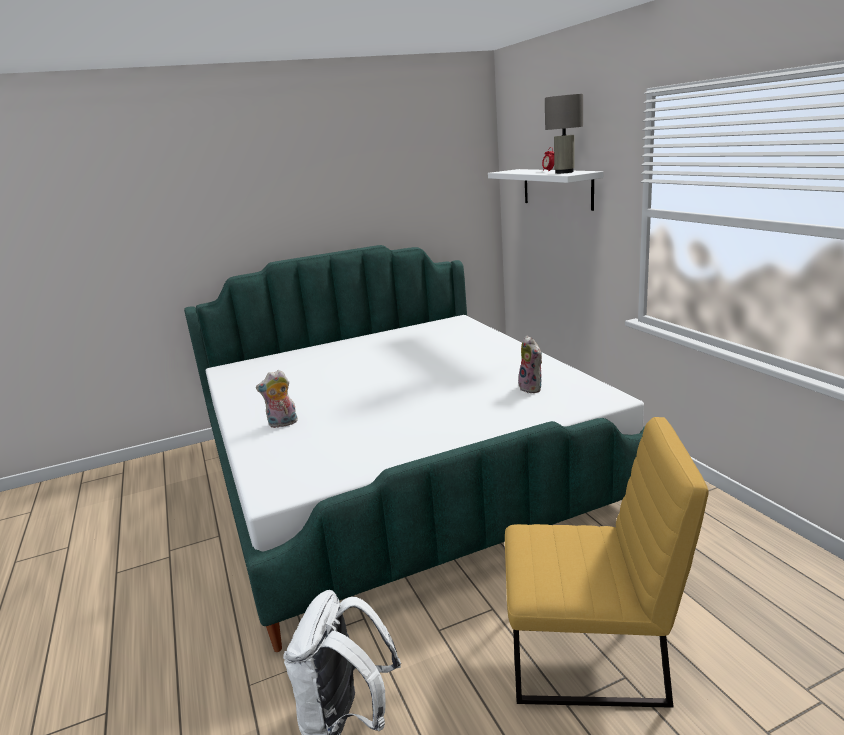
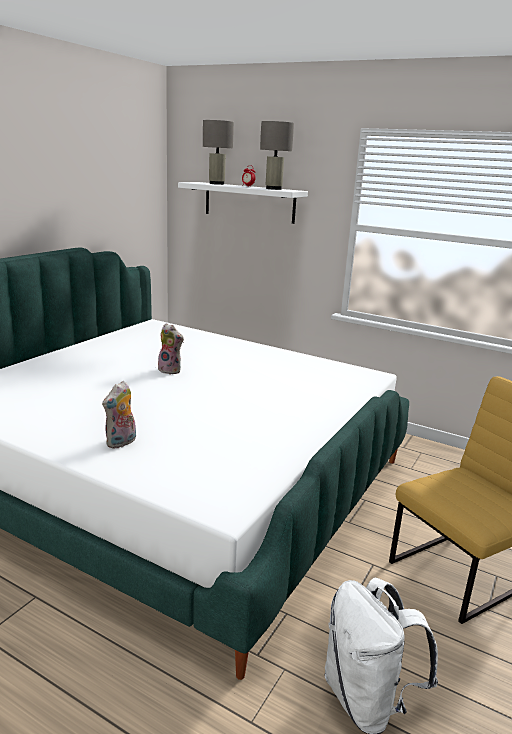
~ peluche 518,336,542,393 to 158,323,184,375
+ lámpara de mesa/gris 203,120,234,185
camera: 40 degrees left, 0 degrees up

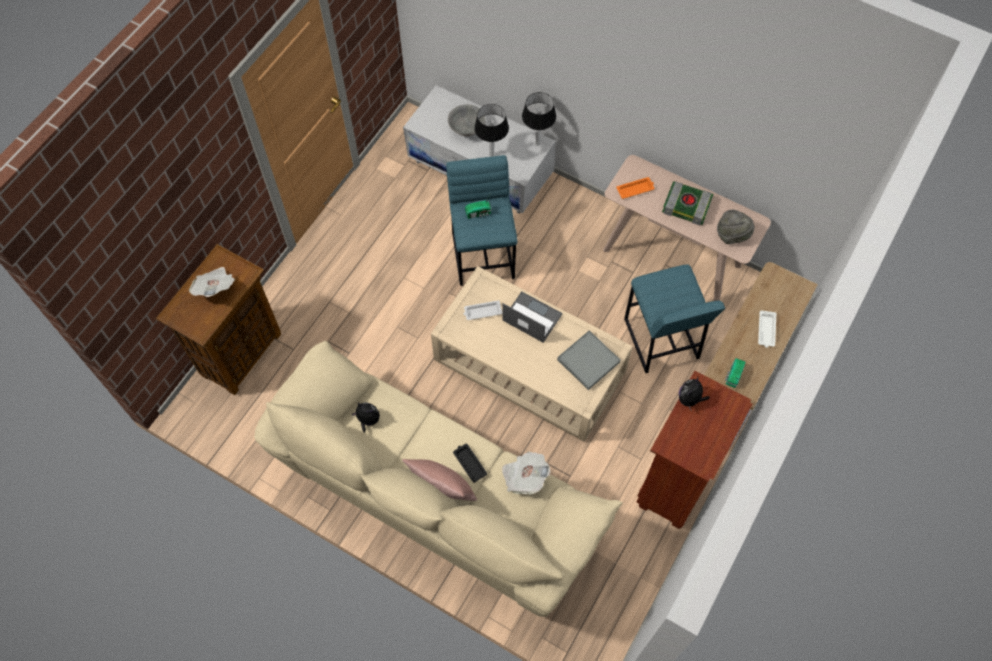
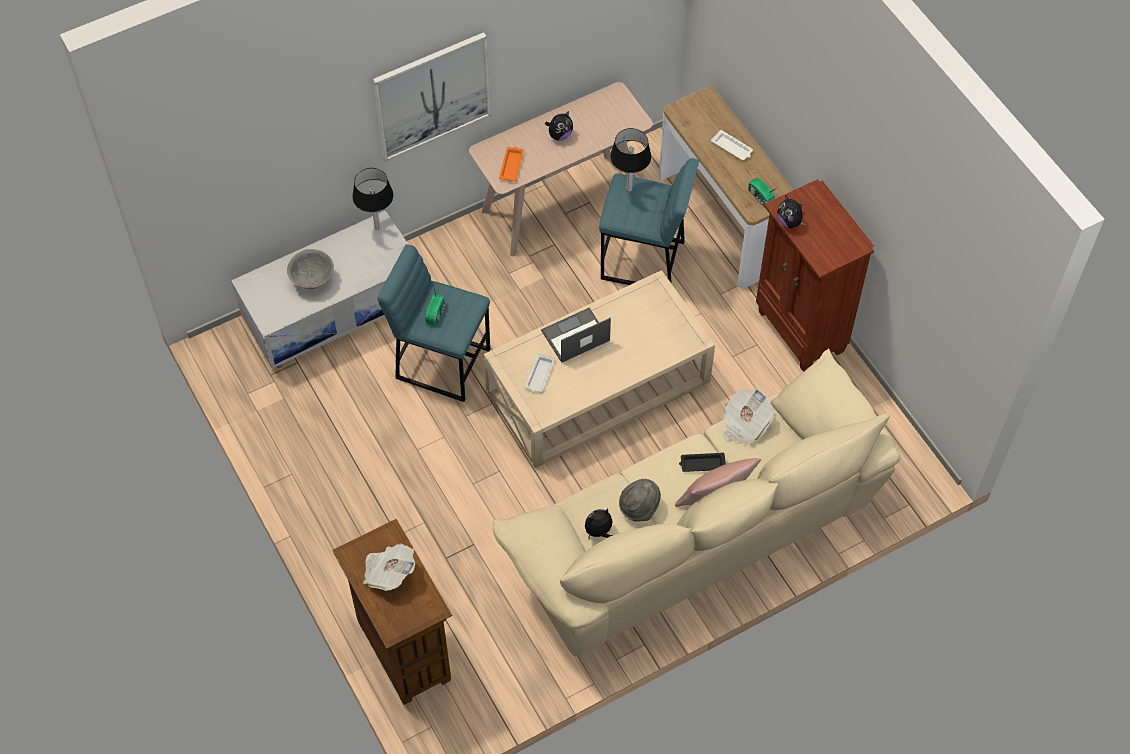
+ cuadro 372,32,491,162
~ libro 662,181,713,225 to peluche 545,111,573,141
~ lámpara de mesa 474,104,509,157 to 610,128,651,192
~ sombrero/gris 717,210,754,244 to 619,479,661,522
- bandeja/gris 557,330,621,390
camera: 60 degrees left, 5 degrees down

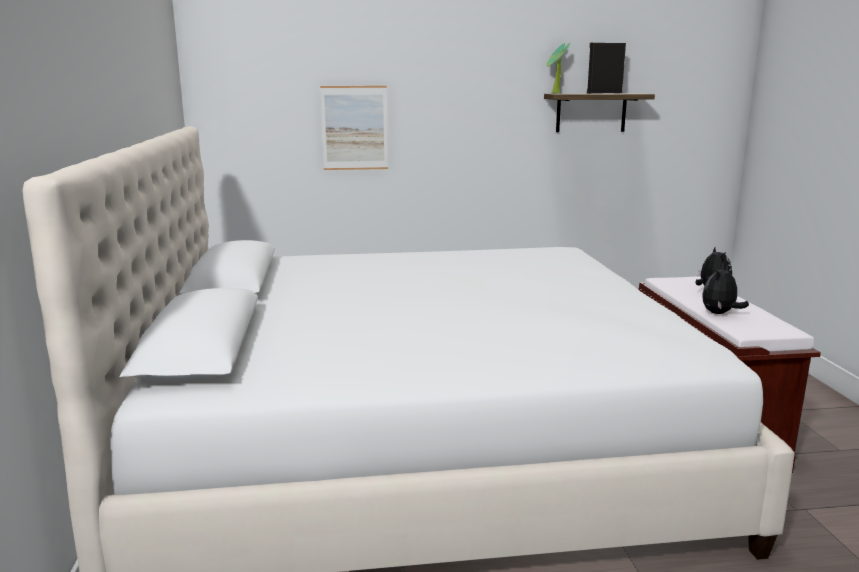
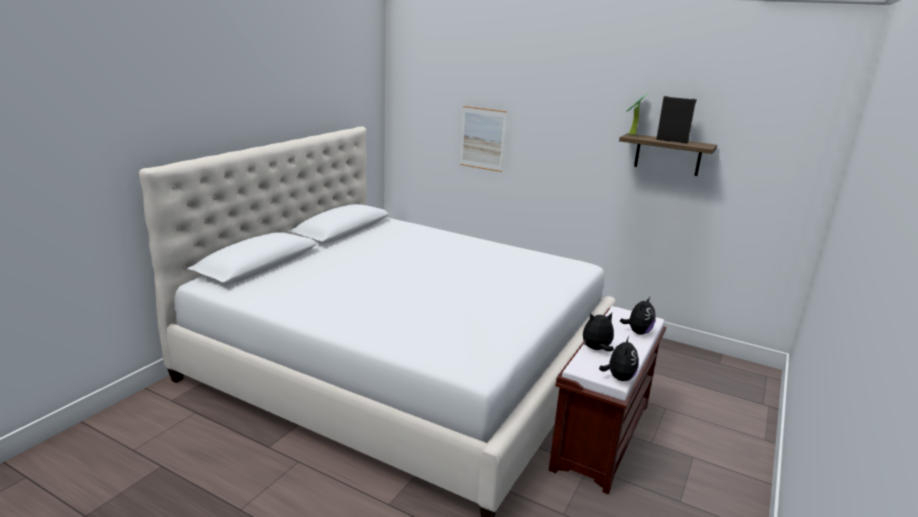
+ peluche 599,336,639,381
camera: 35 degrees right, 5 degrees up

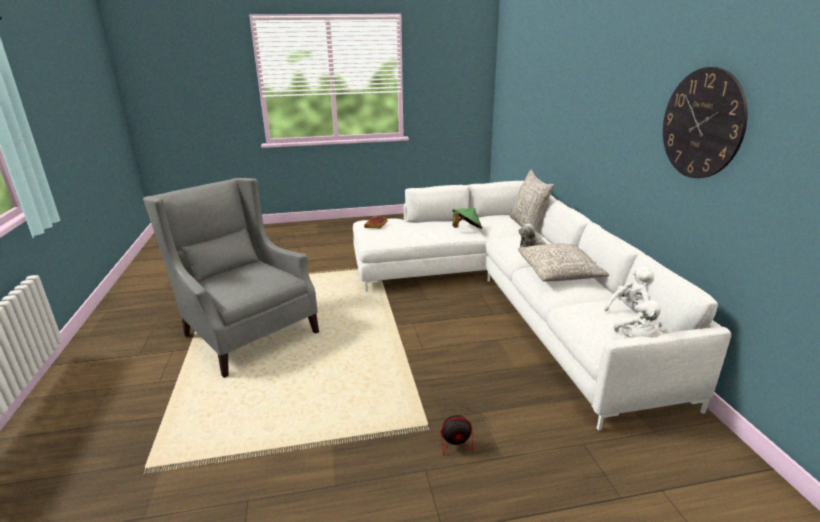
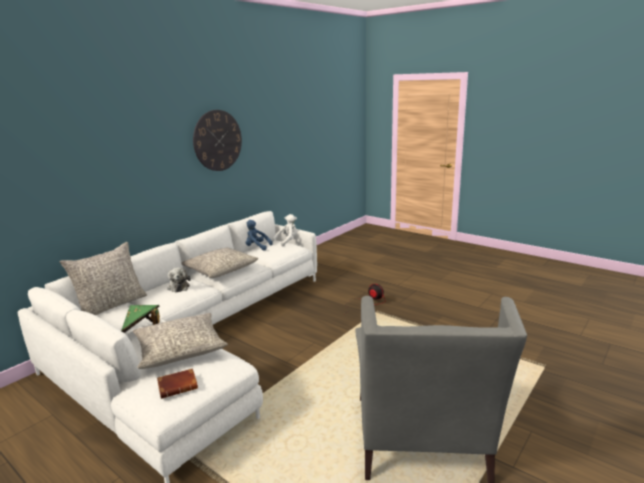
+ cojín/gris 133,313,228,369
~ peluche/blanco 604,266,652,325 to peluche/azul 246,220,273,250
camera: 130 degrees left, 5 degrees down

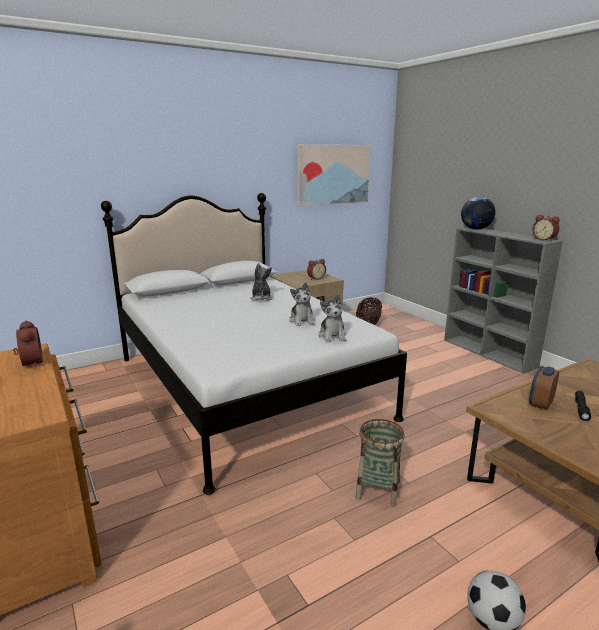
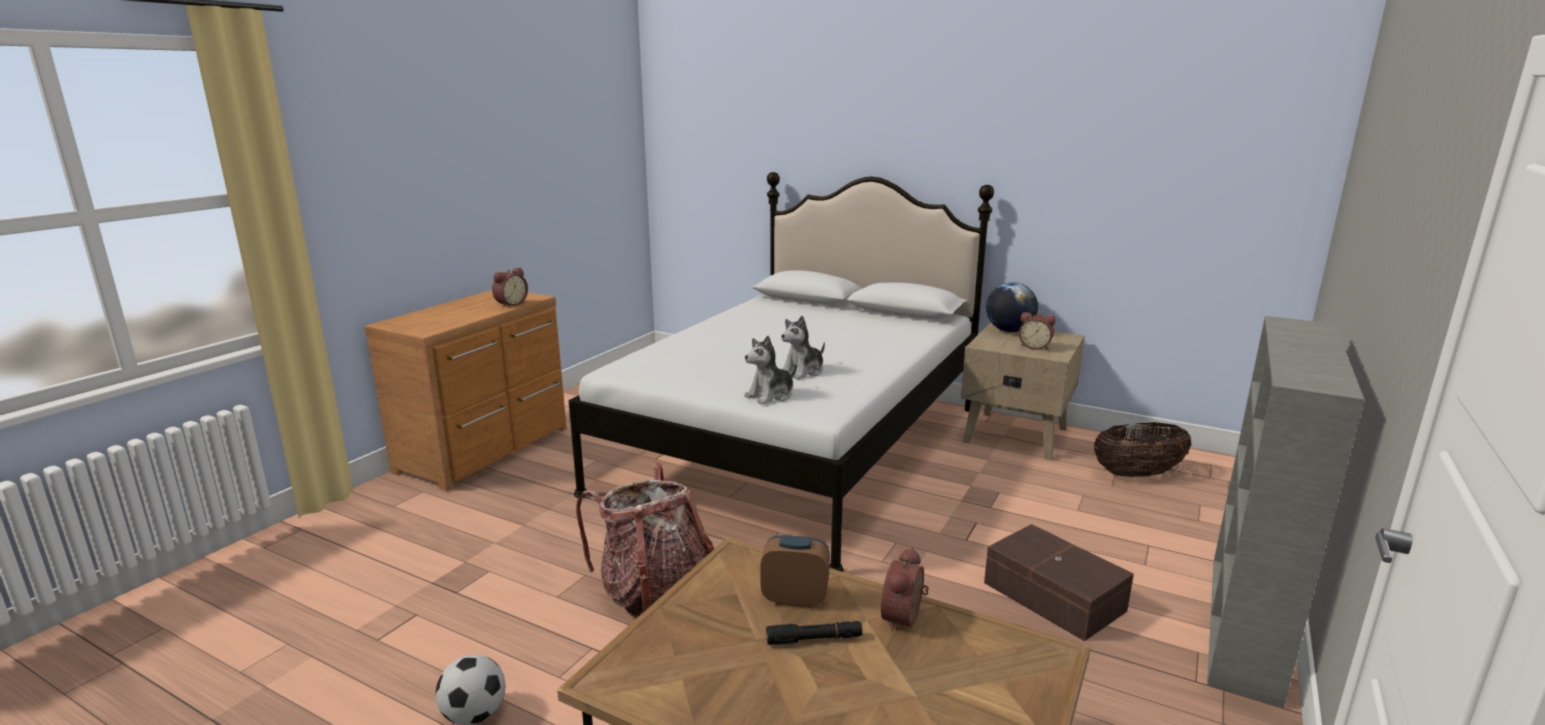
~ cesta 356,419,404,507 to mochila 576,463,714,618
~ despertador 532,215,560,241 to 881,547,929,631
+ caja de almacenaje/marrón 984,524,1134,641
~ globo terráqueo 461,196,496,230 to 986,282,1038,332
- peluche 250,263,273,301
- cuadro 297,145,371,206
camera: 60 degrees right, 0 degrees up

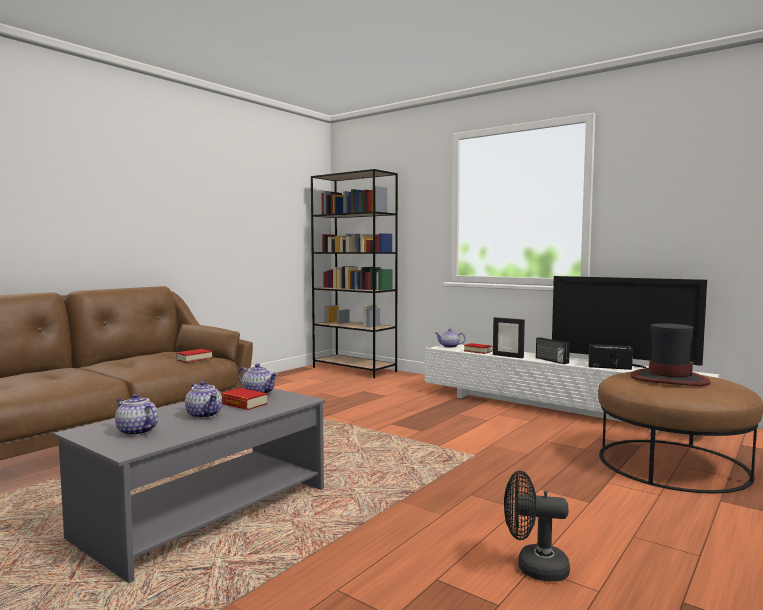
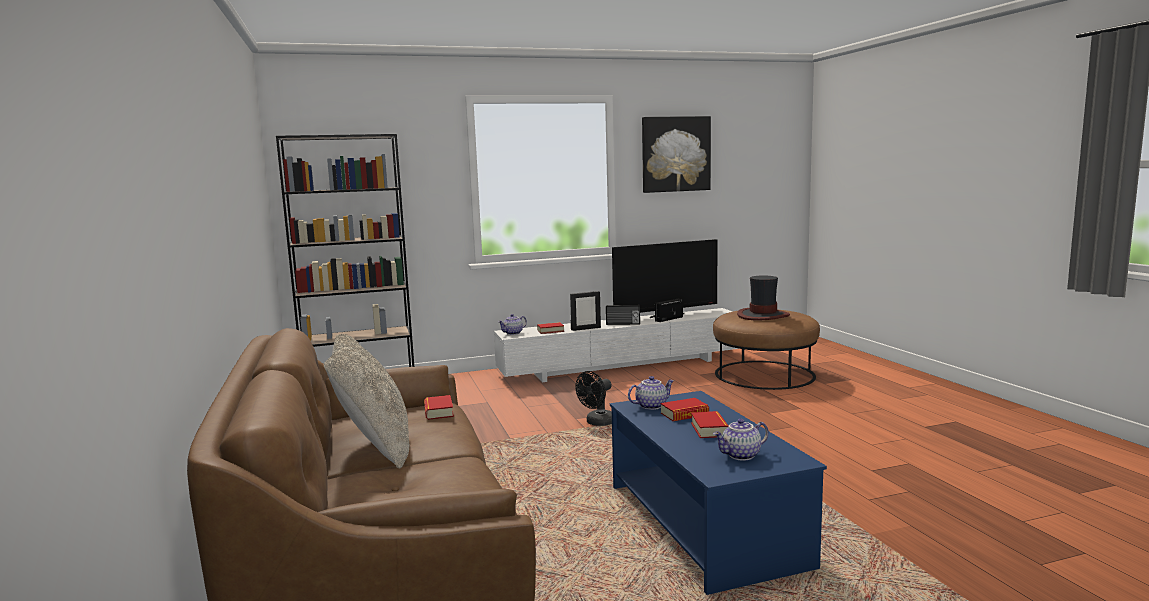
+ cojín/beis 323,334,410,469
~ ventilador/negro 504,471,570,582 to 575,371,612,426
~ mesa de centro/gris 53,388,326,583 to mesa de centro/azul 610,391,827,595
+ cuadro 642,116,711,193
~ tetera 185,381,222,419 to libro 691,411,729,438
camera: 55 degrees left, 5 degrees up

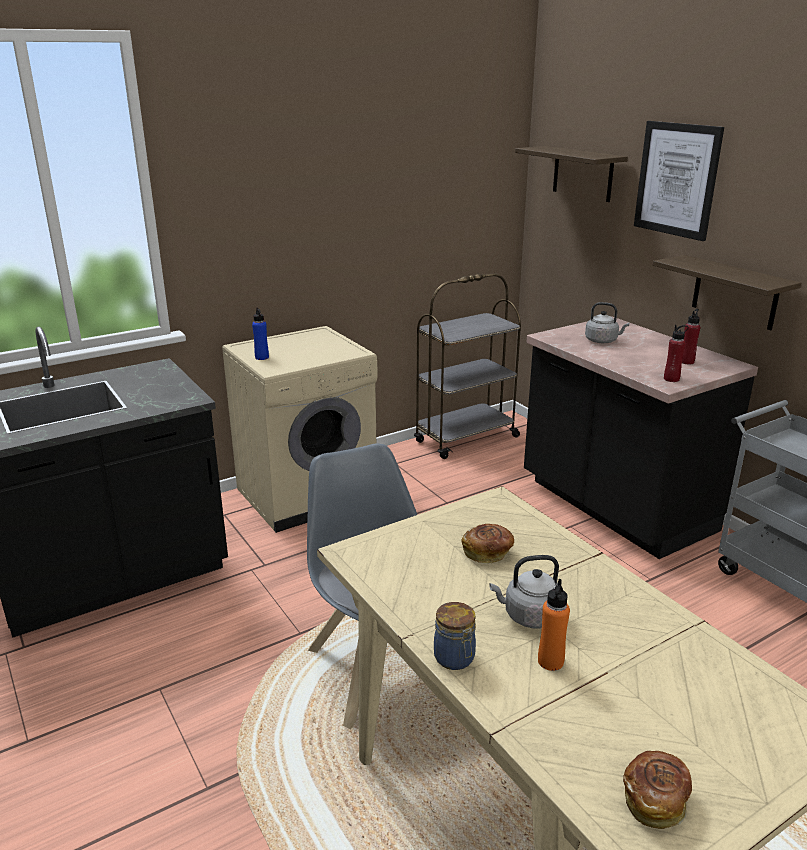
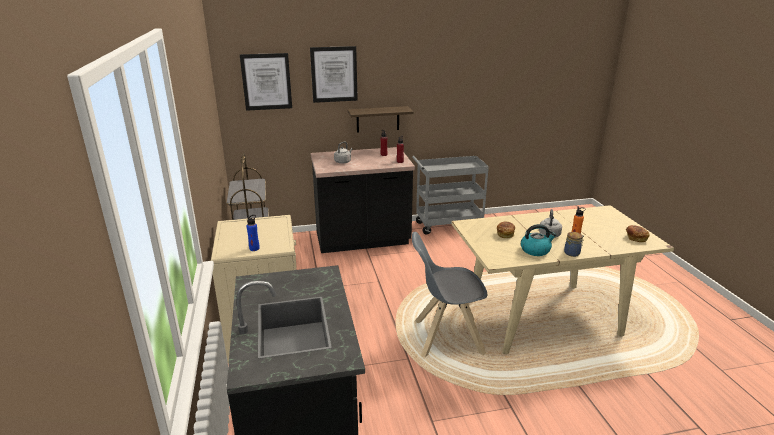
~ estante 515,146,628,202 to cuadro 240,53,292,111
+ hervidor 521,224,556,256
camera: 70 degrees left, 0 degrees up

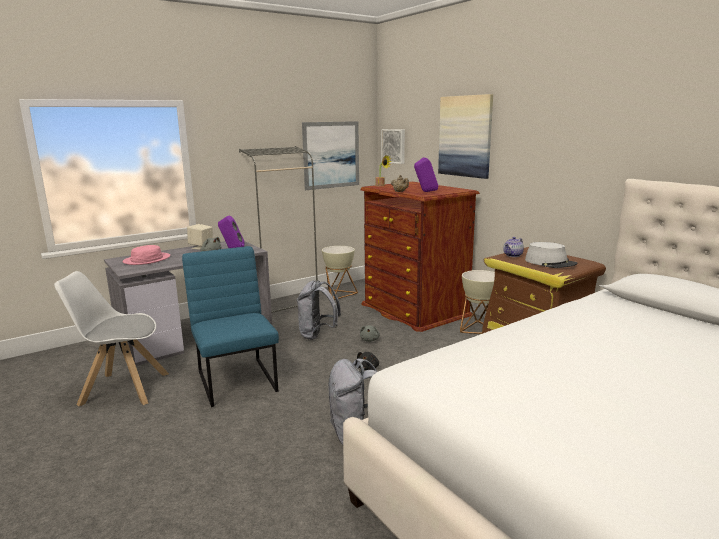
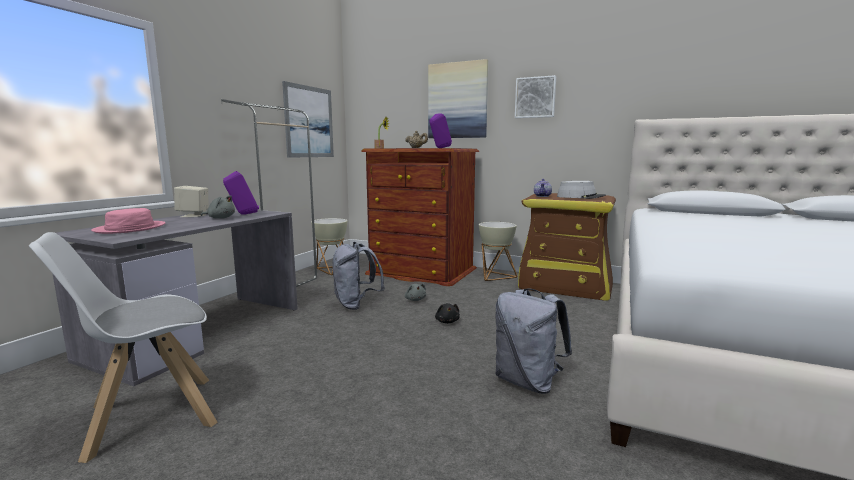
~ cuadro 381,129,405,164 to 515,75,556,118
- silla/azul 182,246,279,407
camera: 30 degrees left, 5 degrees down

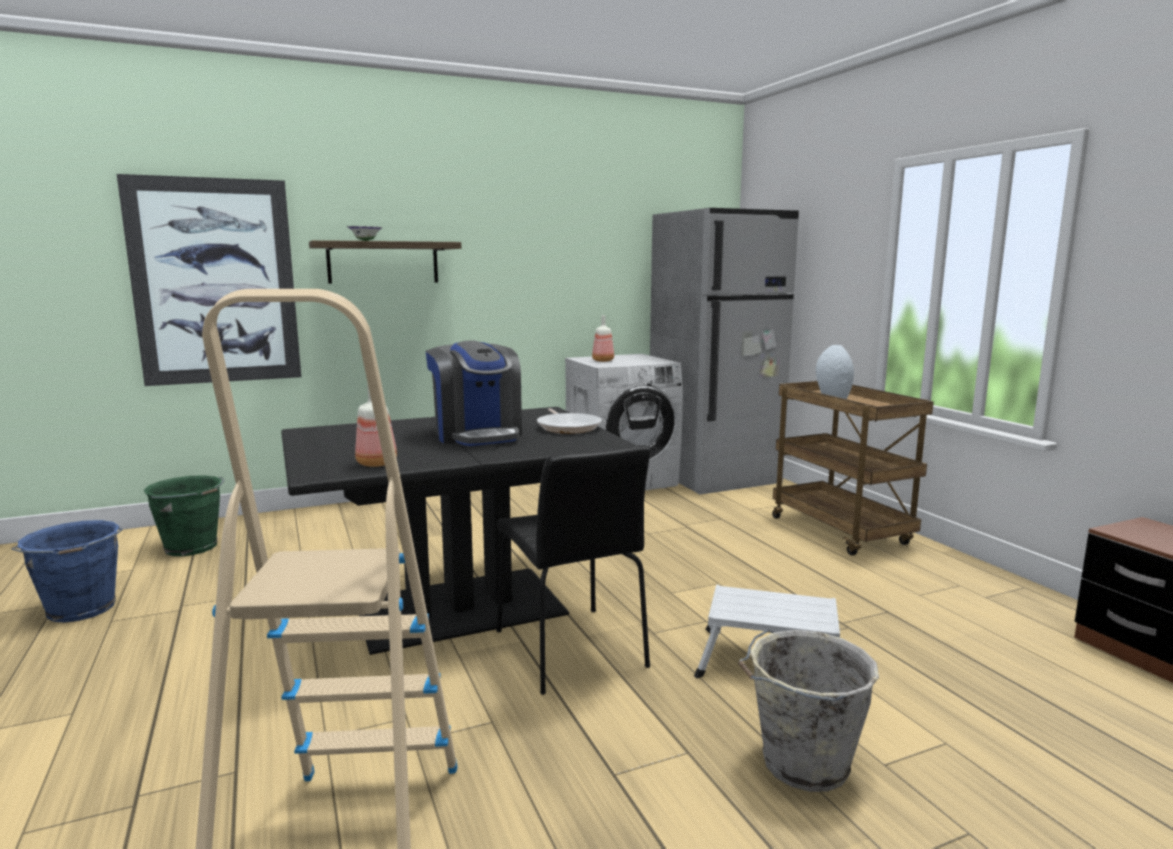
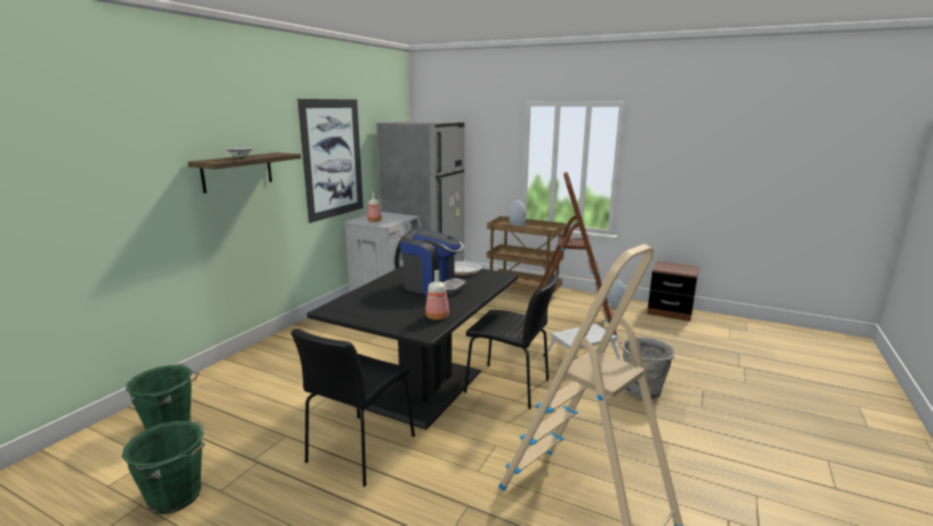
~ cubo/azul 11,520,123,623 to cubo/verde 122,421,205,514
+ silla/negro 291,329,415,487
~ cuadro 117,174,301,386 to 297,99,363,223
+ escalera de tijera/marrón 538,172,617,336
+ florero/gris 607,279,626,309
camera: 40 degrees left, 5 degrees up

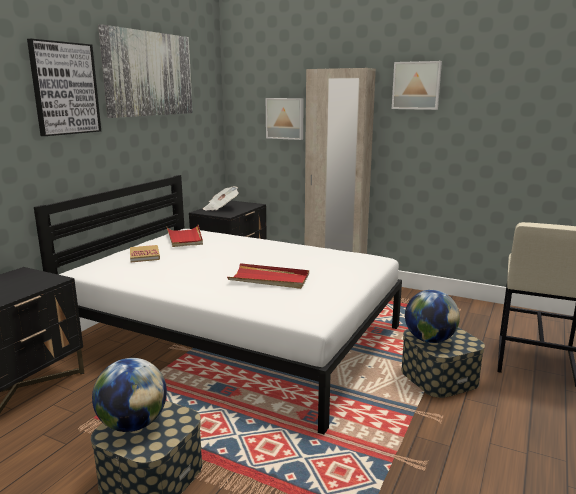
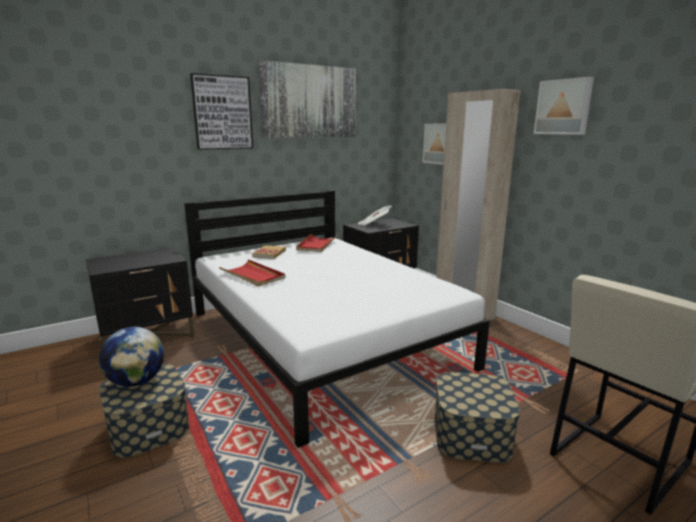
~ bandeja/rojo 227,263,309,289 to 219,259,285,287
- globo terráqueo 405,290,460,343
camera: 30 degrees right, 0 degrees up

